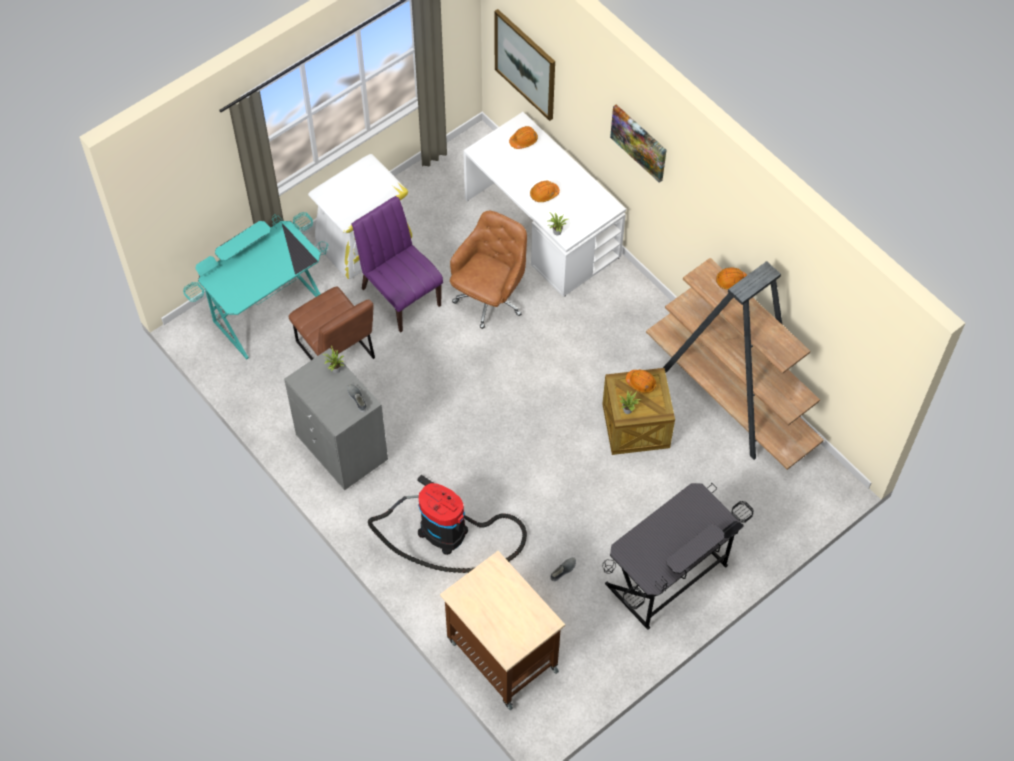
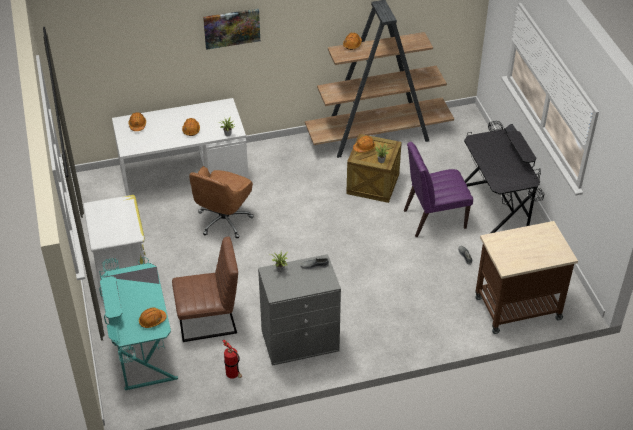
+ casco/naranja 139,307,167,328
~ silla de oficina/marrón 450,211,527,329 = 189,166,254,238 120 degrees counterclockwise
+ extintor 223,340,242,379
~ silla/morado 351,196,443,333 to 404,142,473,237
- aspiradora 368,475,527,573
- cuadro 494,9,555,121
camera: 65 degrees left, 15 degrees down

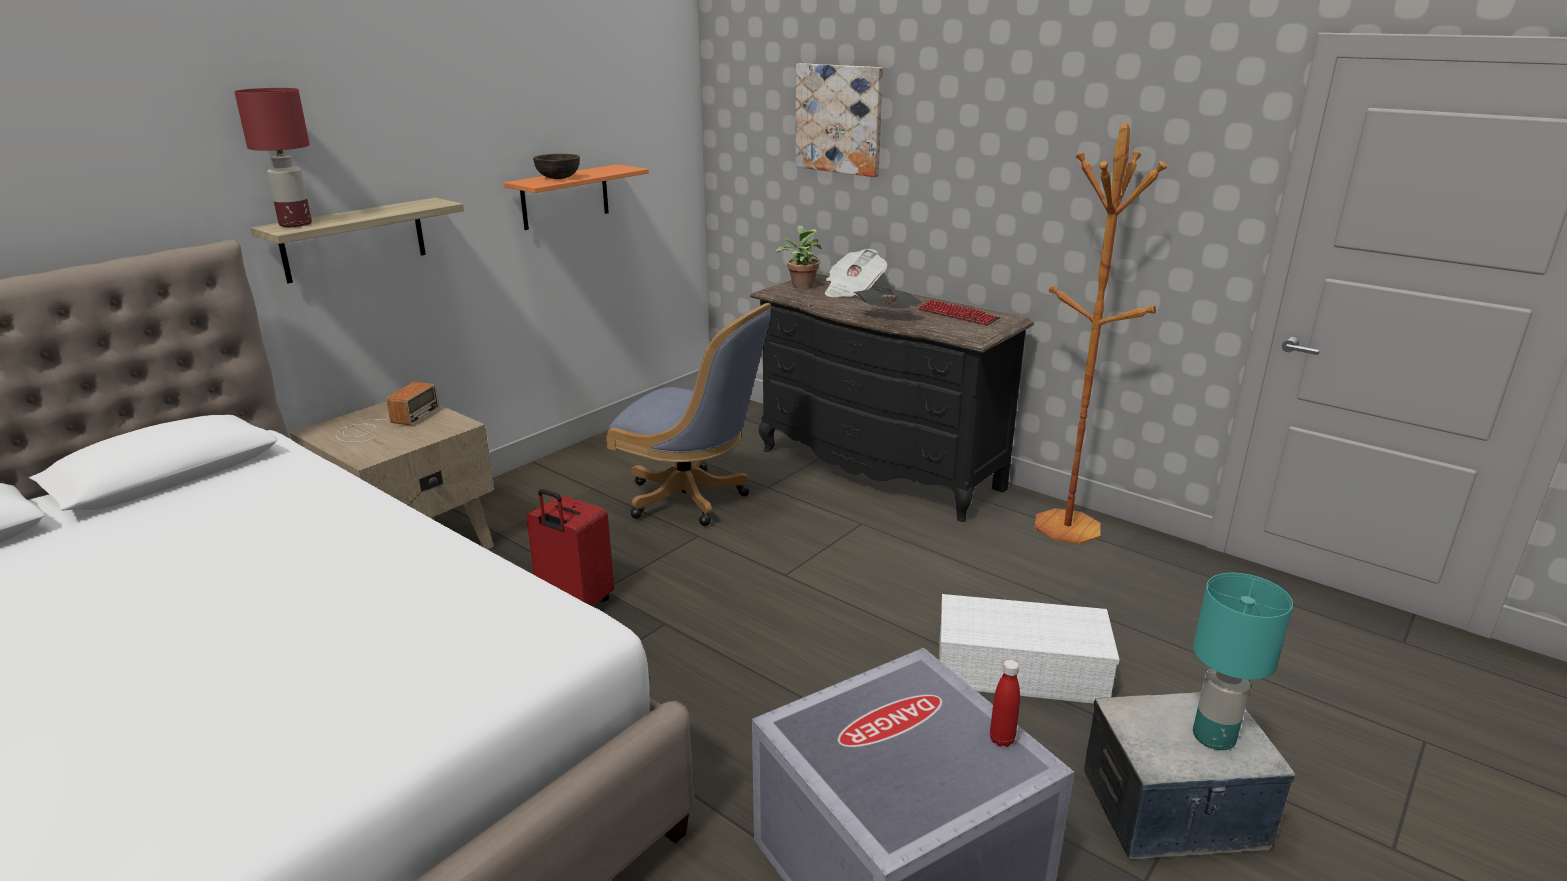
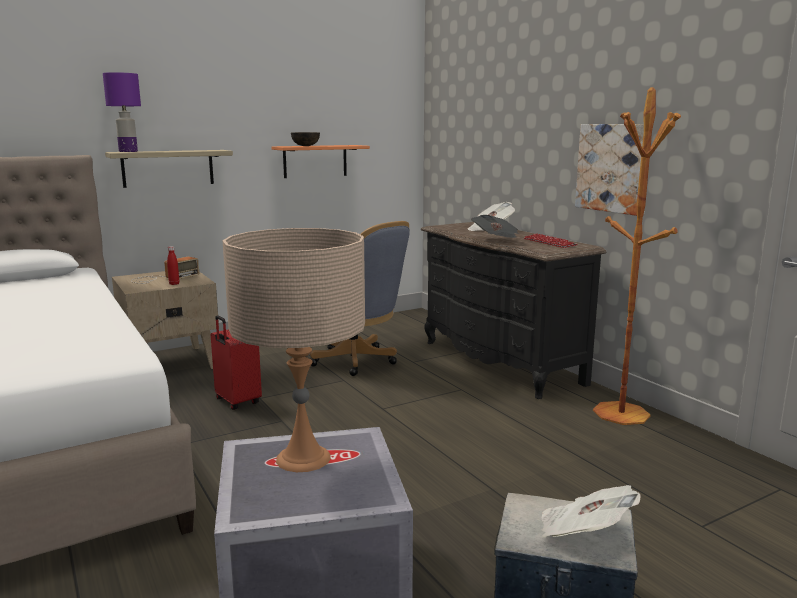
~ lámpara de mesa/rojo 234,88,312,227 to lámpara de mesa/morado 103,72,141,152
~ botella/rojo 990,660,1020,747 to 167,246,179,285
+ lámpara de mesa/beis 222,228,365,472
~ lámpara de mesa/turquesa 1193,573,1293,750 to periódico 542,485,641,537
~ cuadro 795,63,883,177 to 575,124,644,216
- planta en maceta 776,226,822,289
- caja de almacenaje/blanco 939,594,1120,704
camera: 20 degrees right, 10 degrees down

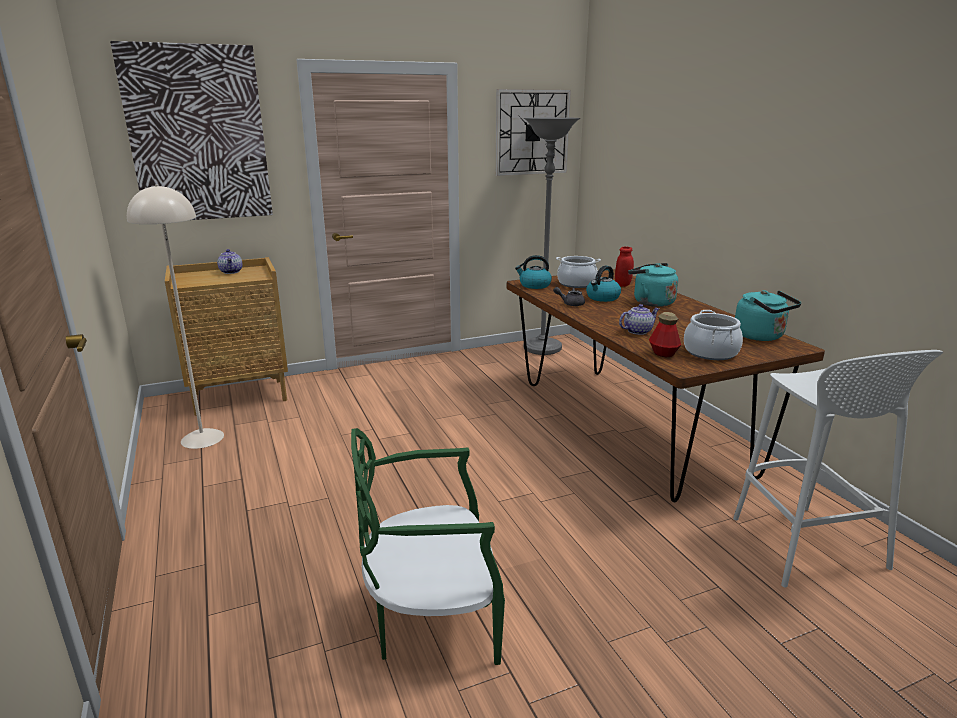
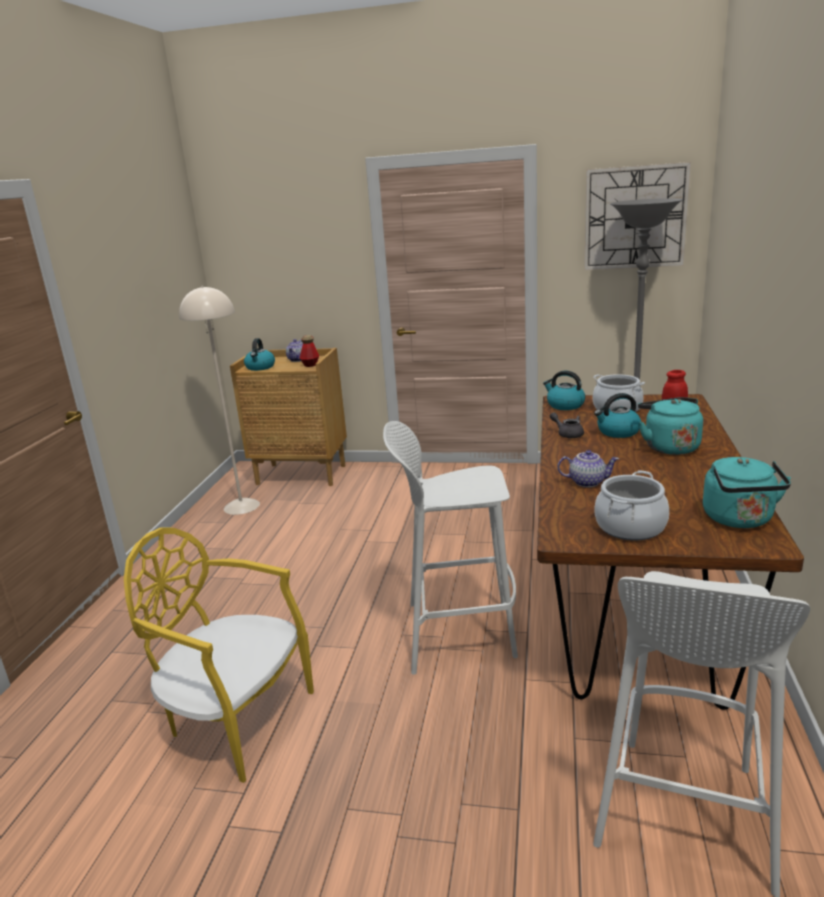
~ silla/verde 351,428,505,665 to silla/amarillo 124,528,314,783
+ hervidor 244,338,275,371
~ botella 649,312,681,357 to 300,335,319,367
+ taburete/blanco 383,421,518,675
- cuadro 110,41,273,220
camera: 35 degrees right, 0 degrees up

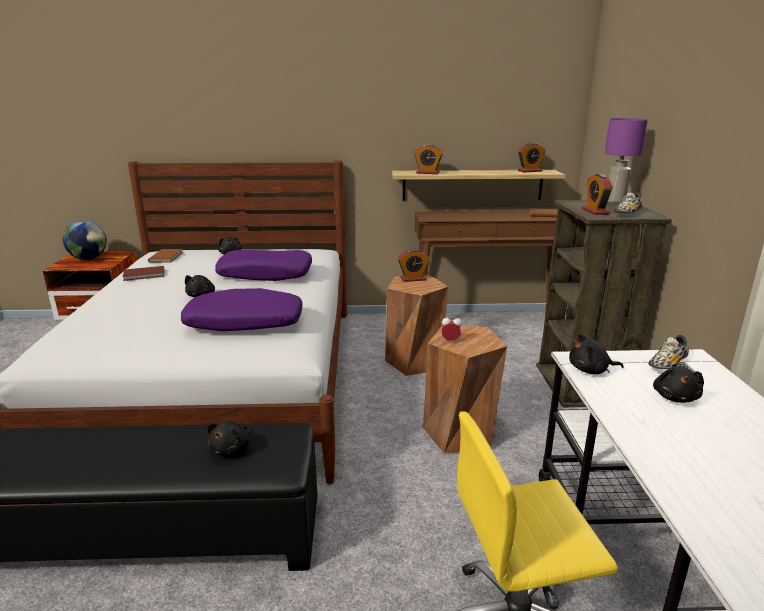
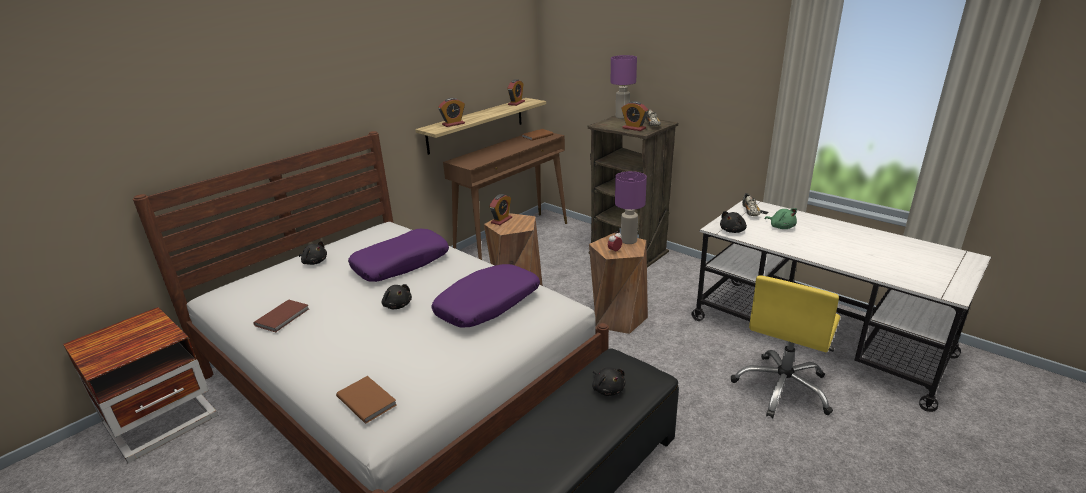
~ libro/marrón 148,249,183,263 to 336,376,397,424
+ lámpara de mesa/morado 615,171,647,244
~ peluche/negro 653,366,704,403 to peluche/verde 765,208,797,229
- globo terráqueo 63,221,107,260
camera: 45 degrees left, 5 degrees up

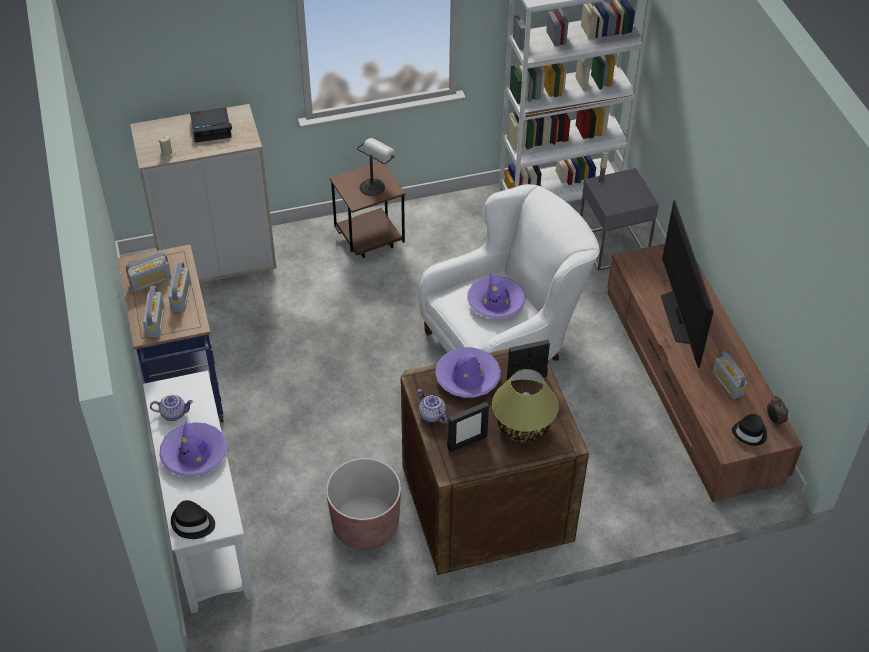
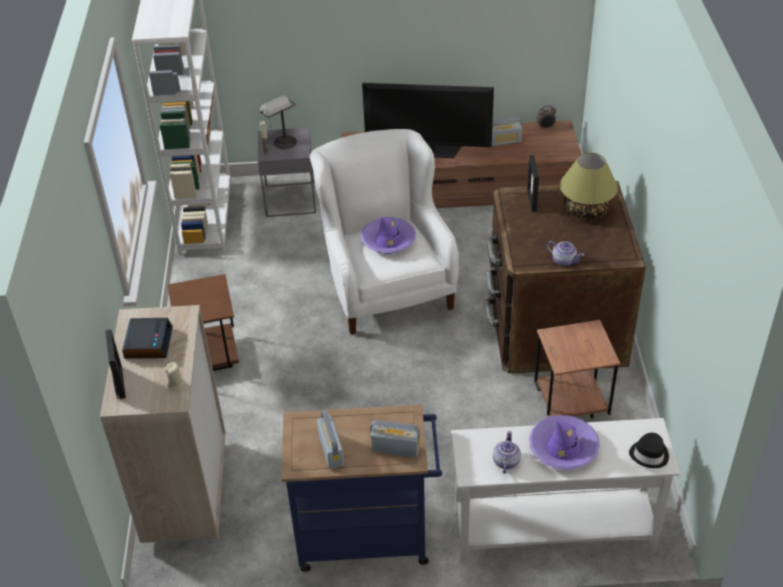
~ portarretratos 447,402,489,453 to 105,329,126,399
~ lámpara de mesa 357,138,396,196 to 260,96,297,149
~ maceta/marrón 326,458,401,550 to mesa auxiliar/marrón 534,320,620,419
~ tetera 418,389,447,424 = 547,241,584,266 120 degrees counterclockwise
- radio 169,262,191,312
- sombrero/morado 435,347,501,398
- sombrero/negro 732,414,767,446
camera: 75 degrees left, 5 degrees down

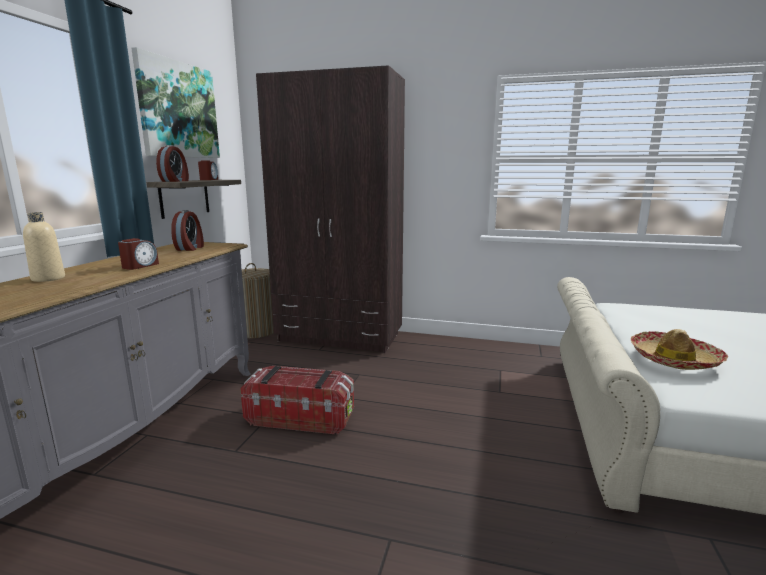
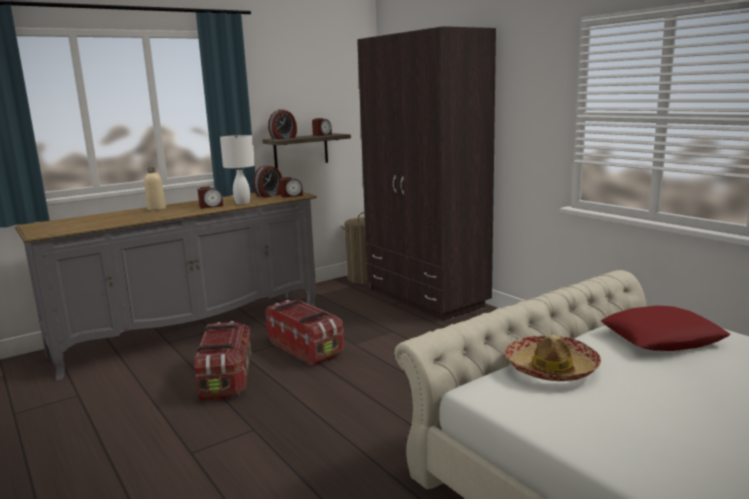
+ caja de almacenaje 194,321,251,401
+ lámpara de mesa/blanco 220,135,255,204
+ despertador 280,177,303,198
+ cojín/rojo 601,305,730,351
- cuadro 131,47,220,158
camera: 40 degrees right, 0 degrees up

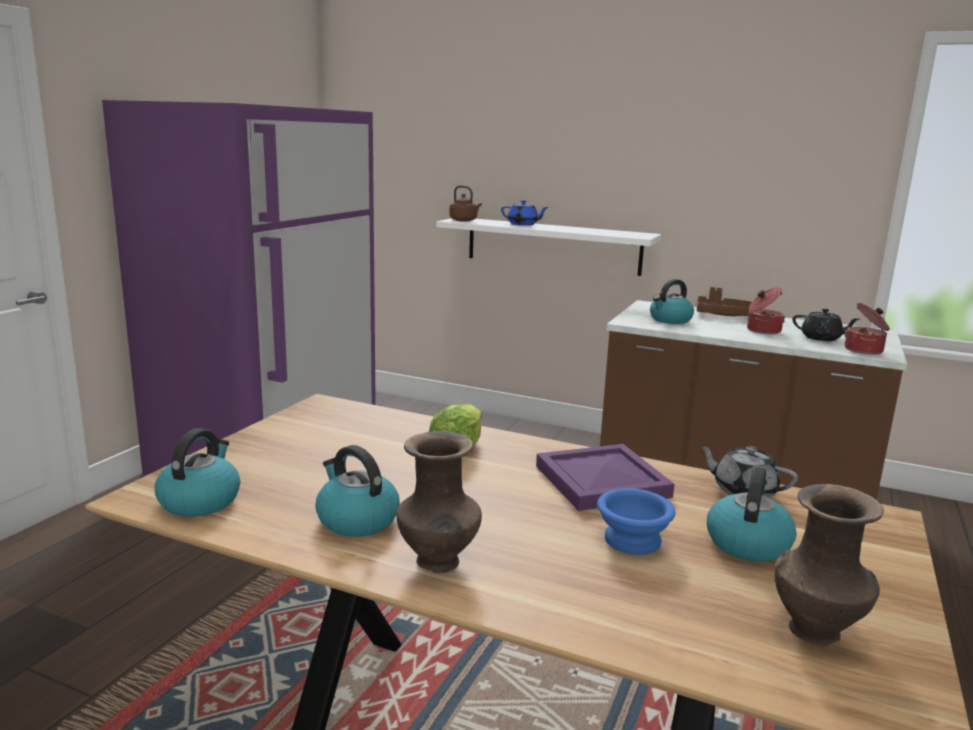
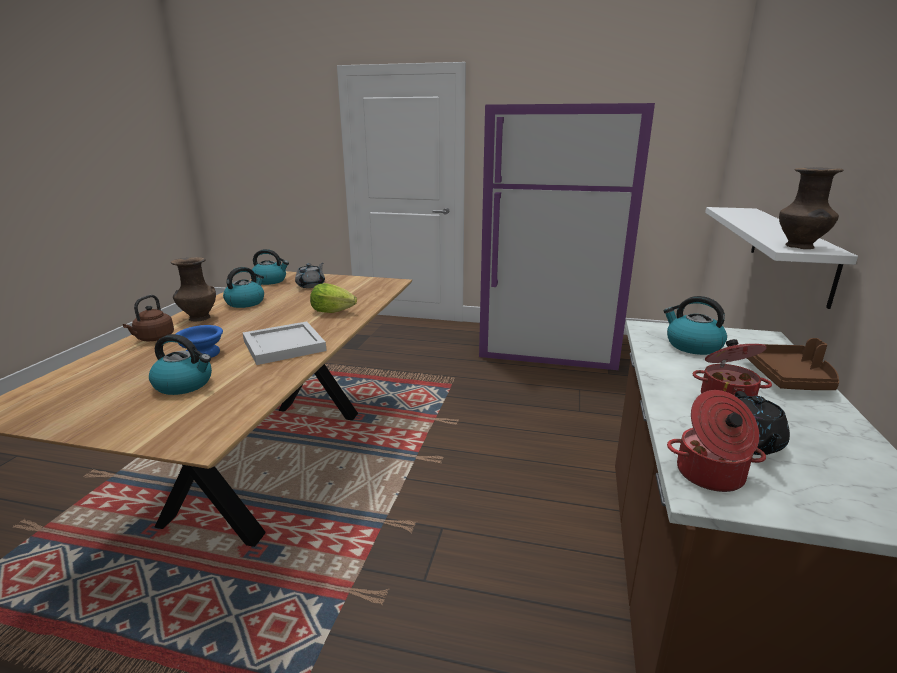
~ hervidor/marrón 450,185,482,222 to 123,295,174,341
~ bandeja/morado 536,444,675,511 to bandeja/blanco 243,321,327,365
~ tetera/gris 698,445,798,498 to 295,263,325,288
~ florero/marrón 774,484,884,646 to 779,167,844,249
- tetera/azul 501,200,549,226
camera: 80 degrees right, 5 degrees up

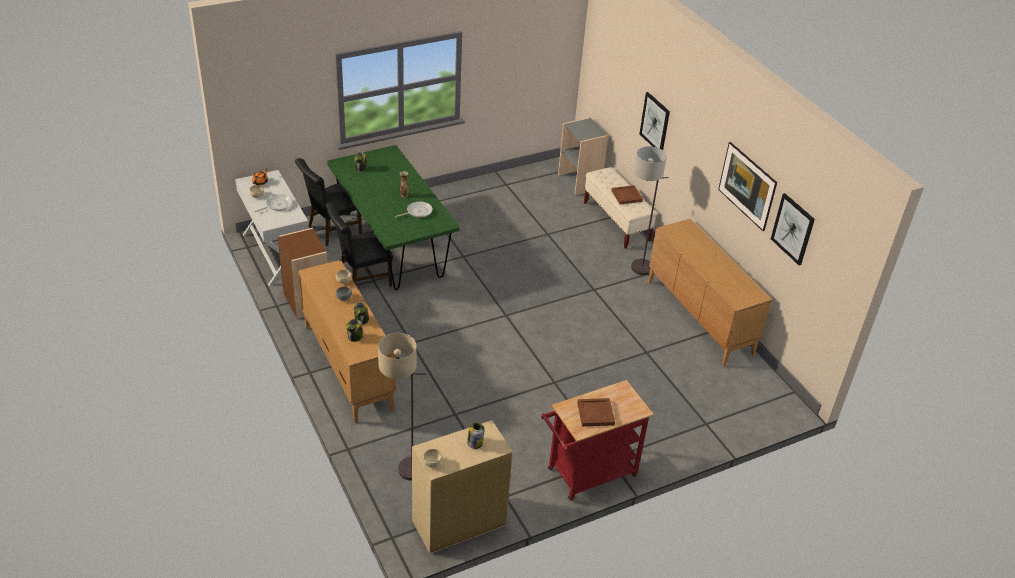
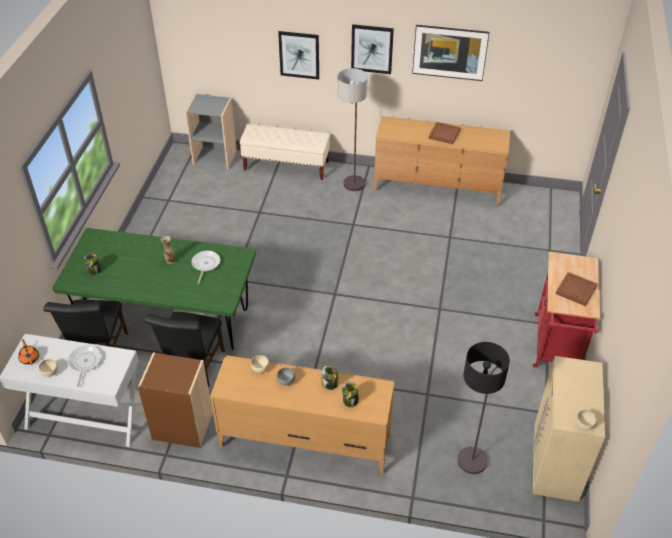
~ cuadro 771,193,815,265 to 351,24,394,74
~ bandeja/marrón 611,185,643,204 to 429,122,461,144
~ lámpara de pie/beis 378,333,426,481 to lámpara de pie/negro 458,342,510,474
- tarro 467,423,484,449
camera: 50 degrees left, 5 degrees up

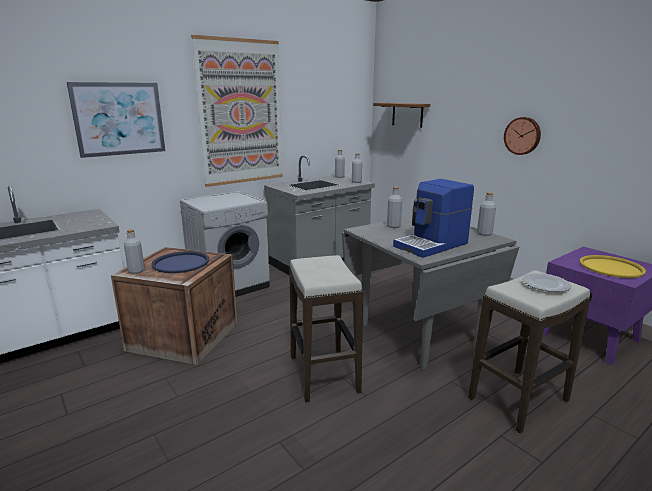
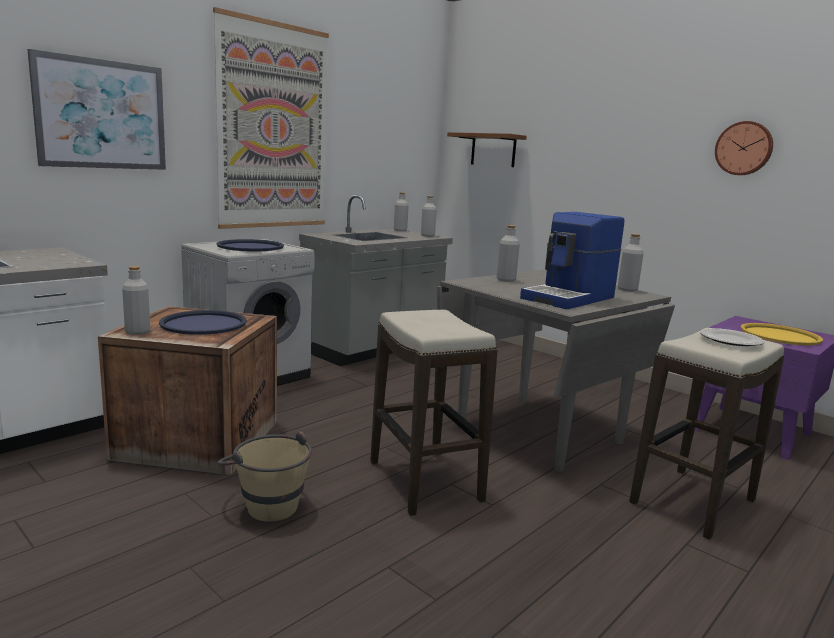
+ bandeja/azul 216,239,284,251
+ cubo/beis 218,431,312,522
~ reloj de pared 504,117,541,155 to 715,121,773,175
camera: 10 degrees left, 5 degrees down

